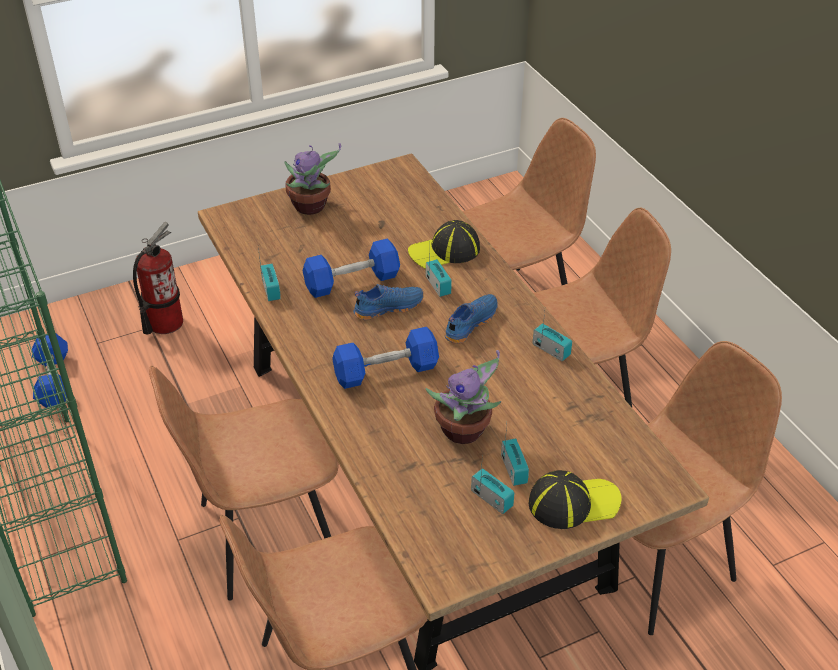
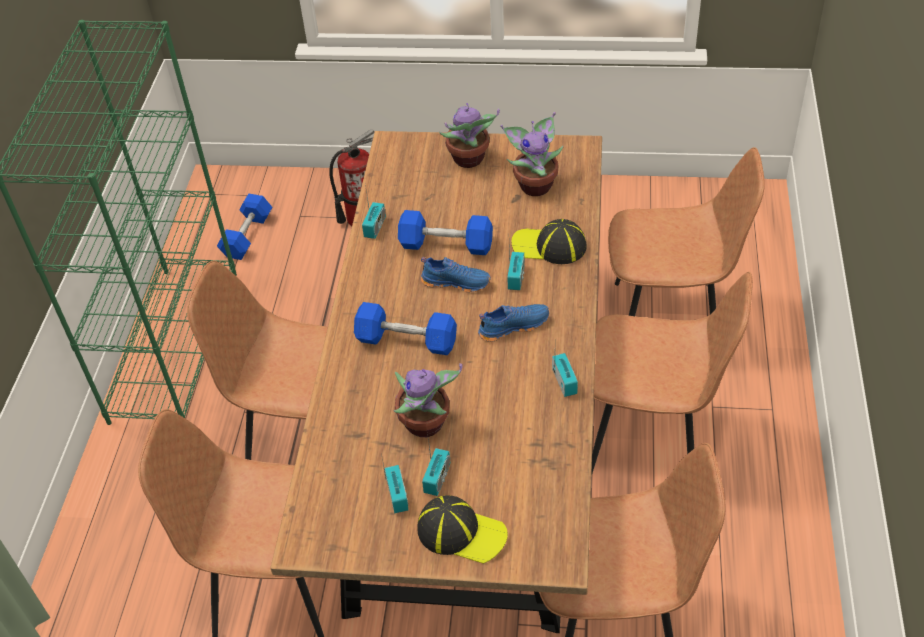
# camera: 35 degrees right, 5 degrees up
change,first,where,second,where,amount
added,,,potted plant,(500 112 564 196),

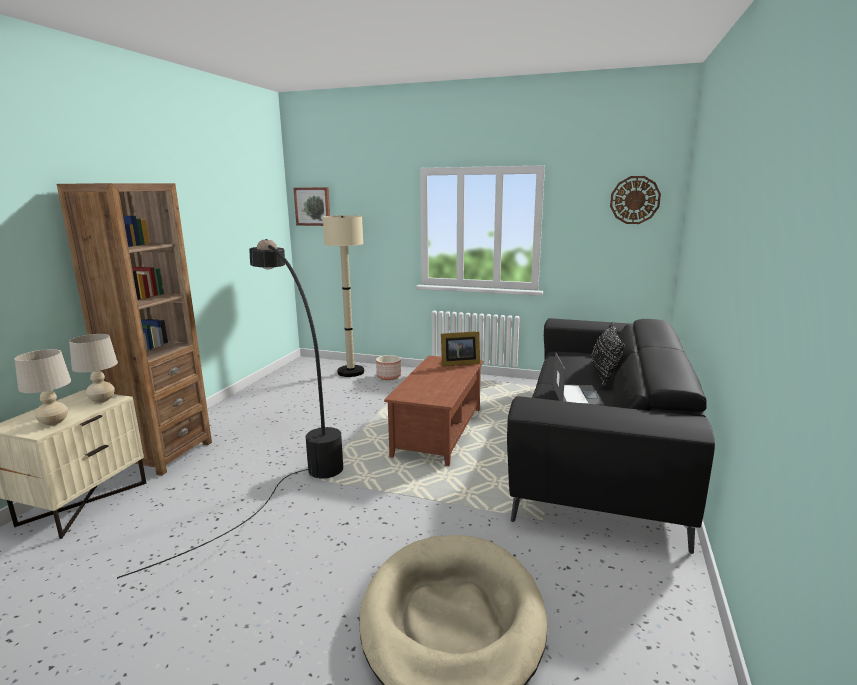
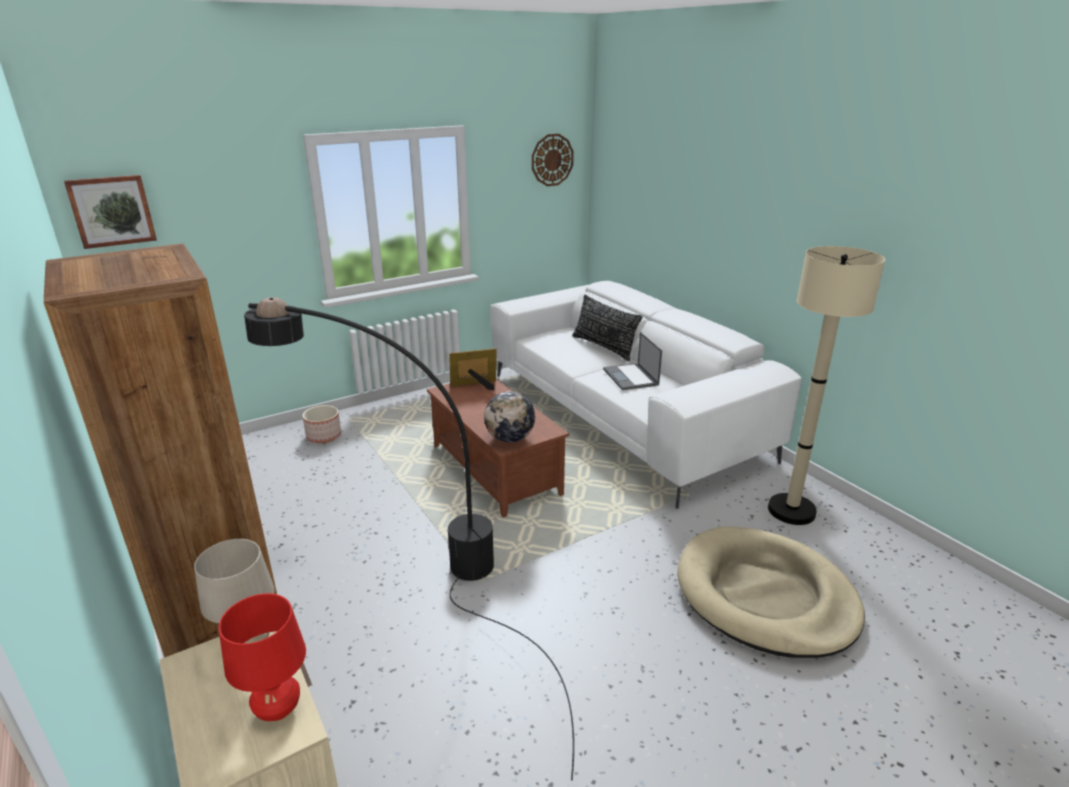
# camera: 50 degrees left, 10 degrees up
change,first,where,second,where,amount
moved,beige floor lamp,(323 215 364 377),,(768 246 885 525),
recoloured,black sofa,(507 318 715 554),white sofa,(490 281 801 509),
turned,picture frame,(441 331 480 366),,(449 348 497 390),135 degrees counterclockwise
recoloured,beige table lamp,(15 349 71 426),red table lamp,(219 593 306 721),
turned,laptop,(553 352 605 406),,(603 332 662 390),150 degrees counterclockwise
added,,,globe,(484 391 535 443),

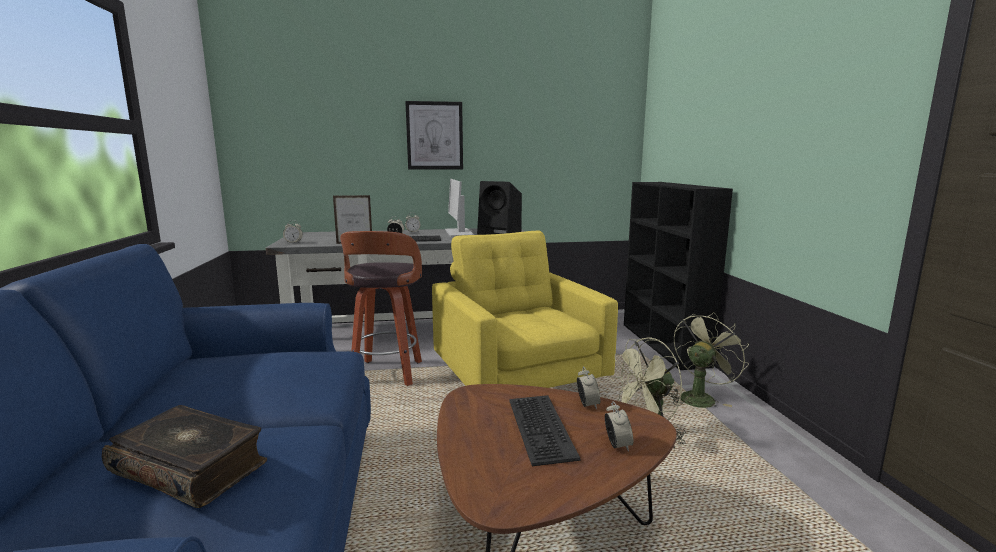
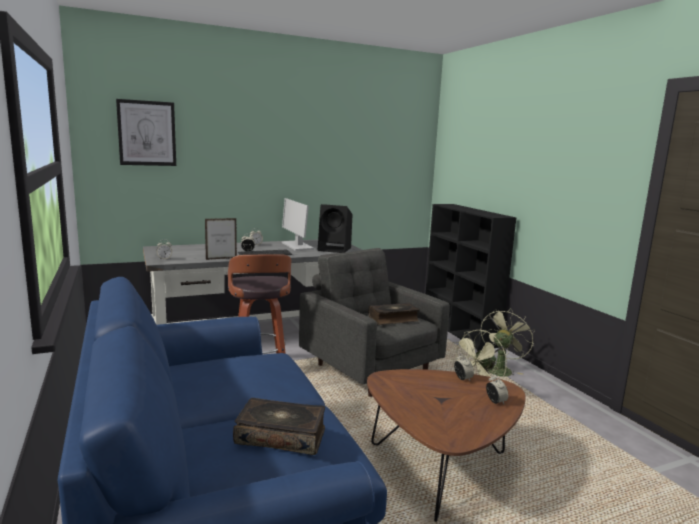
# camera: 15 degrees left, 0 degrees up
change,first,where,second,where,amount
moved,picture,(405 101 463 170),,(116 99 176 166),
recoloured,yellow armchair,(432 230 618 388),grey armchair,(299 248 450 397),
removed,keyboard,(509 395 581 466),,,
added,,,book,(368 303 420 325),

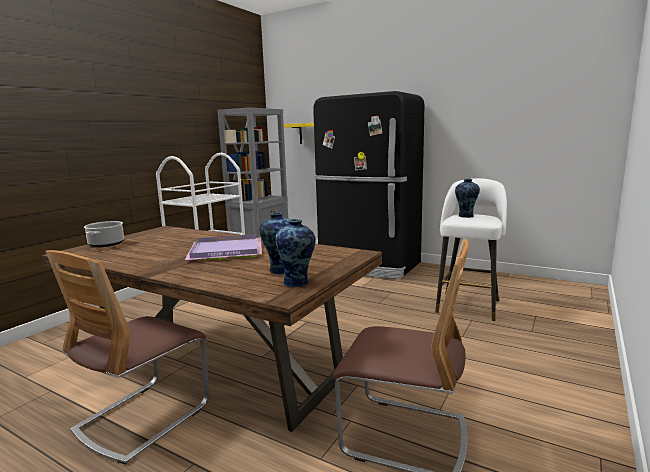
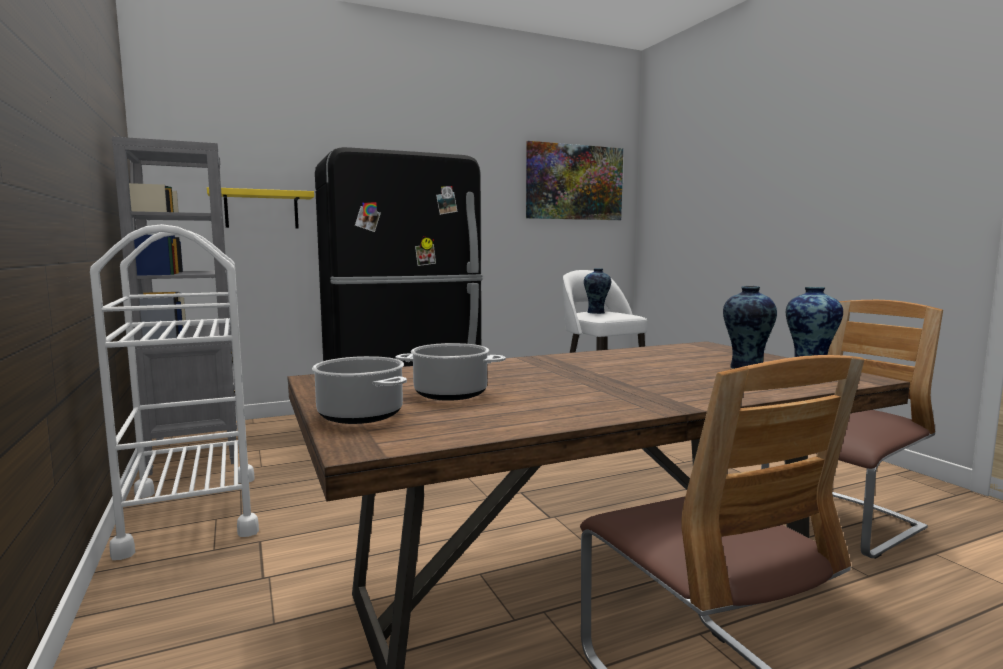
# camera: 55 degrees left, 5 degrees down
change,first,where,second,where,amount
removed,purple tray,(185 234 262 260),,,
added,,,picture,(526 141 623 220),
added,,,cooking pot,(395 343 506 401),

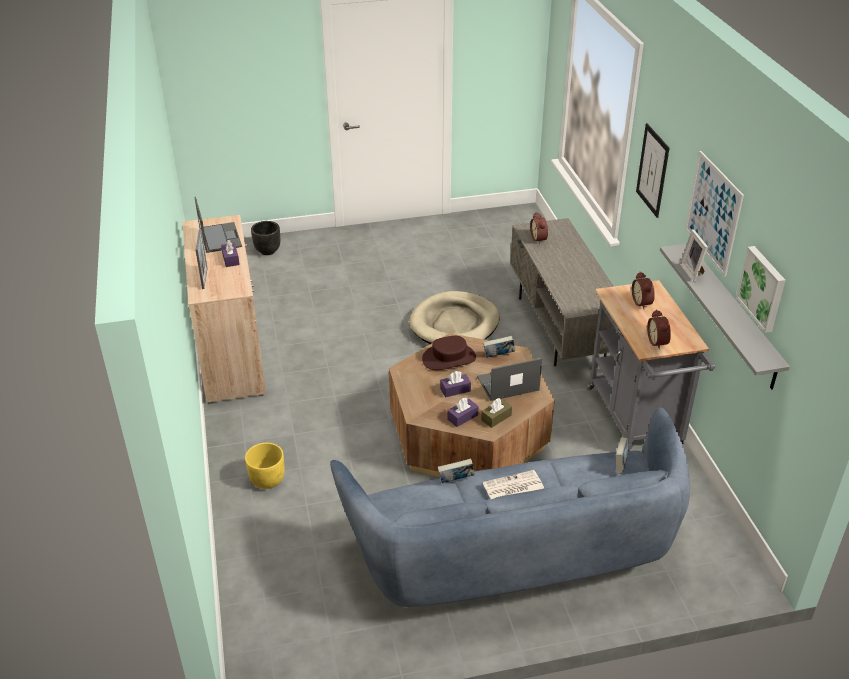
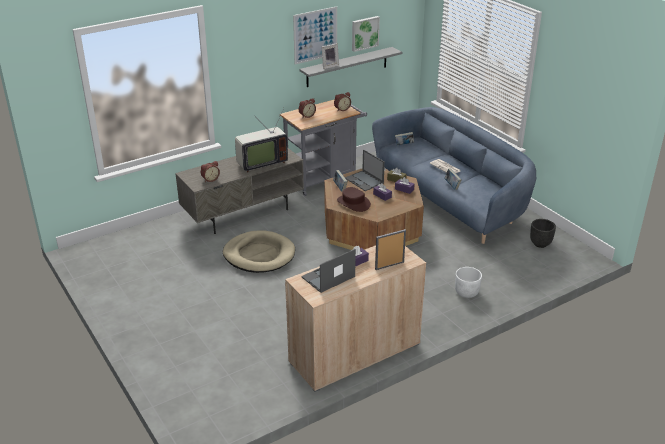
# camera: 110 degrees left, 5 degrees down
change,first,where,second,where,amount
removed,picture,(636 123 669 218),,,
moved,black planter,(251 221 280 255),,(530 219 556 248),
recoloured,yellow planter,(245 443 284 489),white planter,(455 267 482 298),
added,,,television,(235 108 288 173),

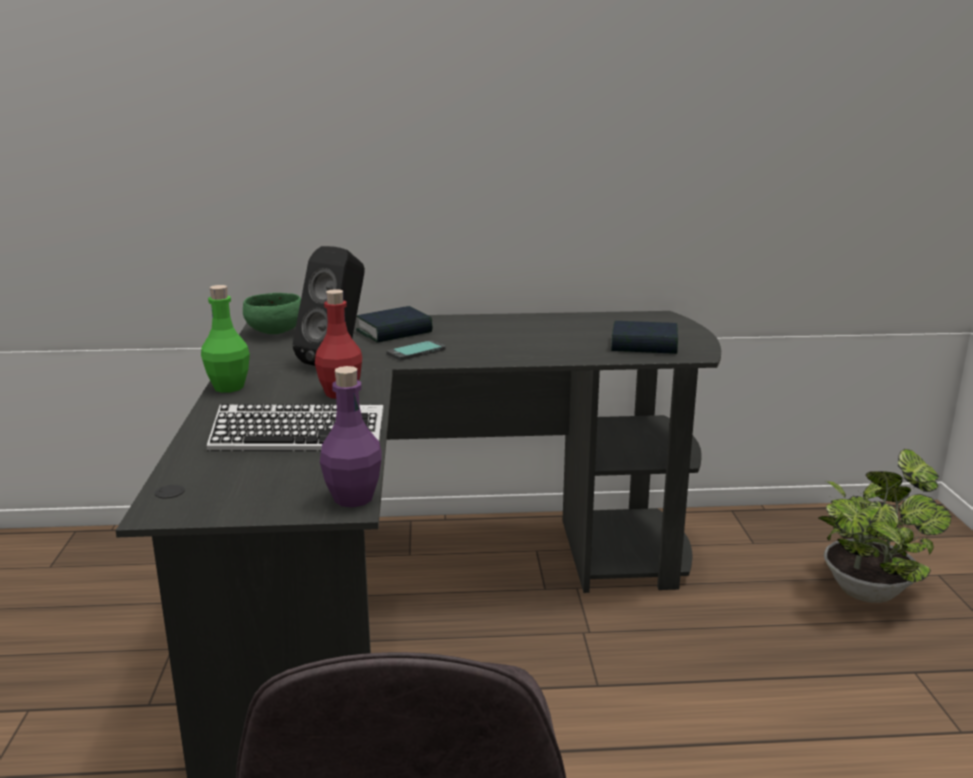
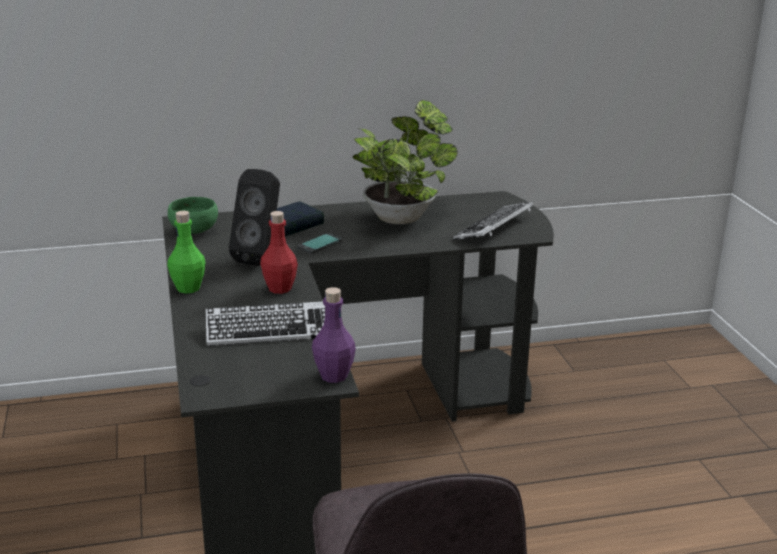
# camera: 10 degrees left, 5 degrees up
change,first,where,second,where,amount
replaced,book,(611 321 678 354),keyboard,(453 202 533 240),
moved,potted plant,(818 449 951 603),,(353 100 458 224),

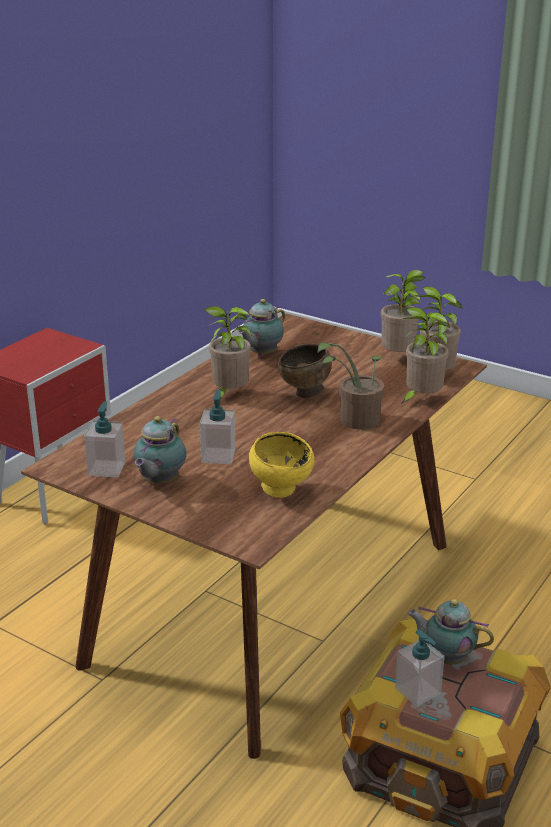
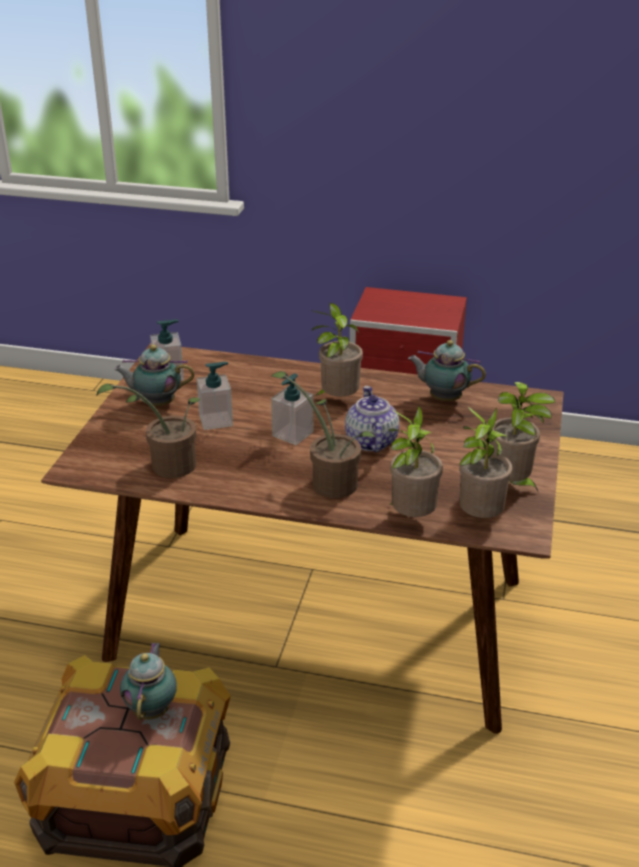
# camera: 70 degrees right, 5 degrees up
change,first,where,second,where,amount
replaced,brown bowl,(278 343 332 398),teapot,(345 386 399 452),
replaced,yellow bowl,(249 432 315 498),potted plant,(96 384 201 478),
moved,soap dispenser,(395 630 445 707),,(271 374 313 445),

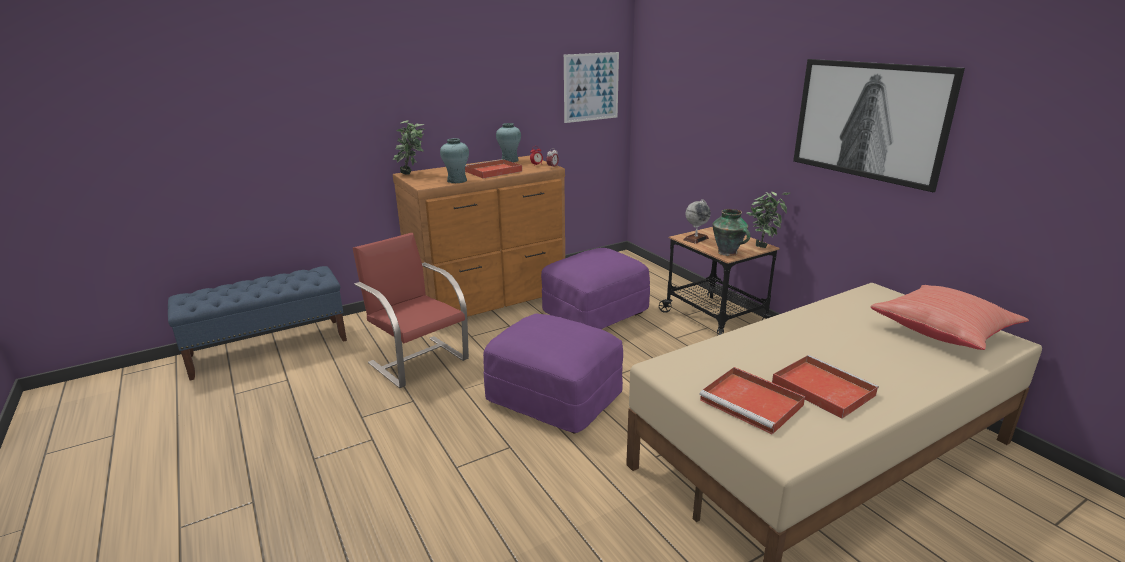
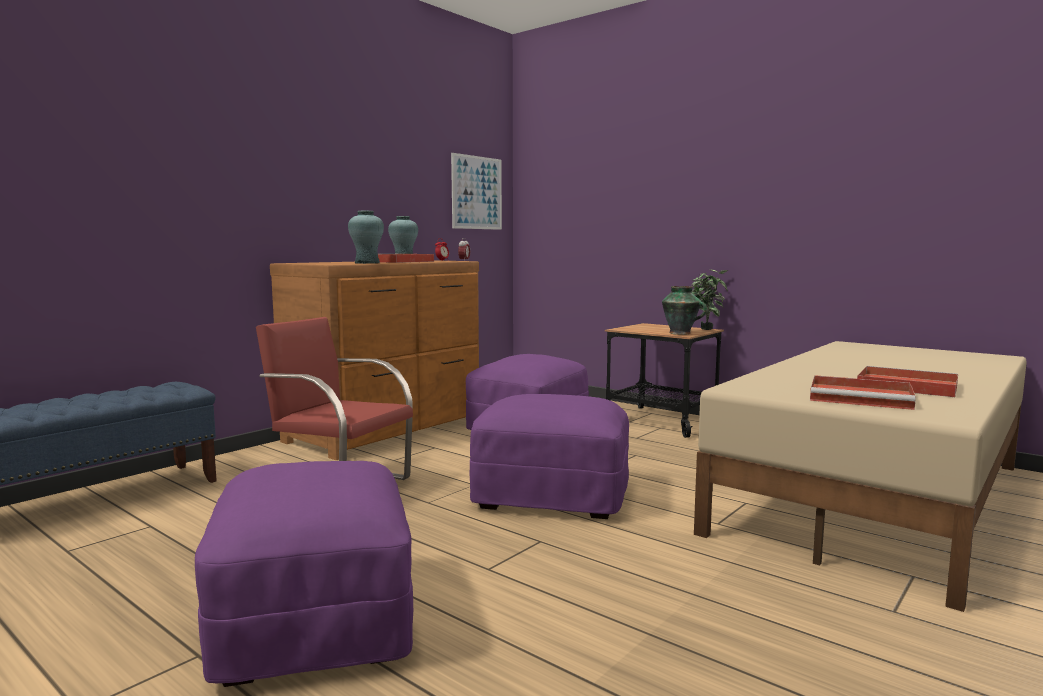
# camera: 20 degrees left, 15 degrees down
change,first,where,second,where,amount
removed,picture,(793 59 965 192),,,
removed,potted plant,(393 120 425 175),,,
removed,globe,(683 199 711 244),,,
removed,red pillow,(871 285 1029 350),,,
added,,,purple ottoman,(195 461 413 687),

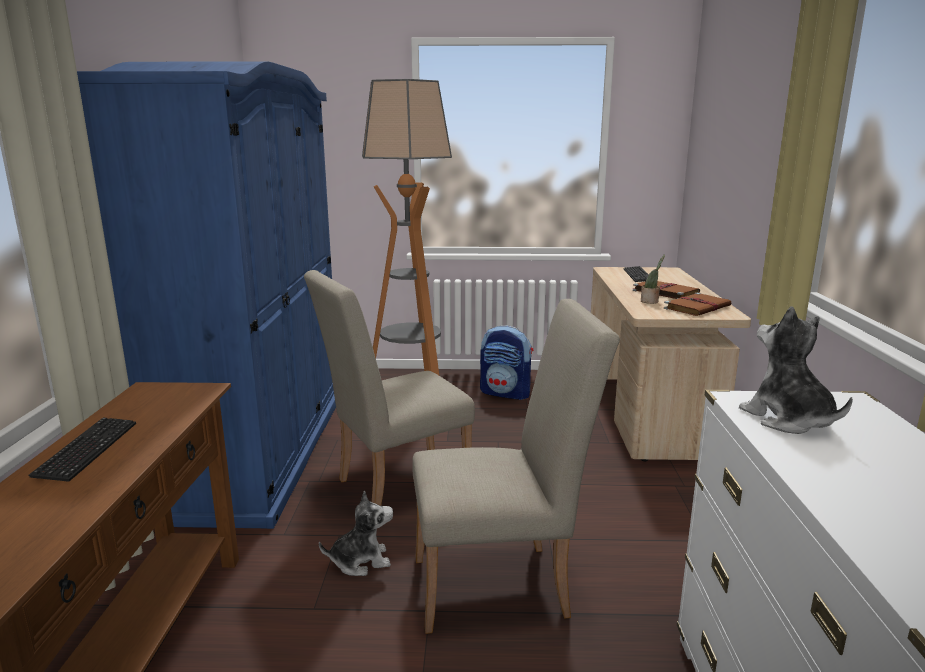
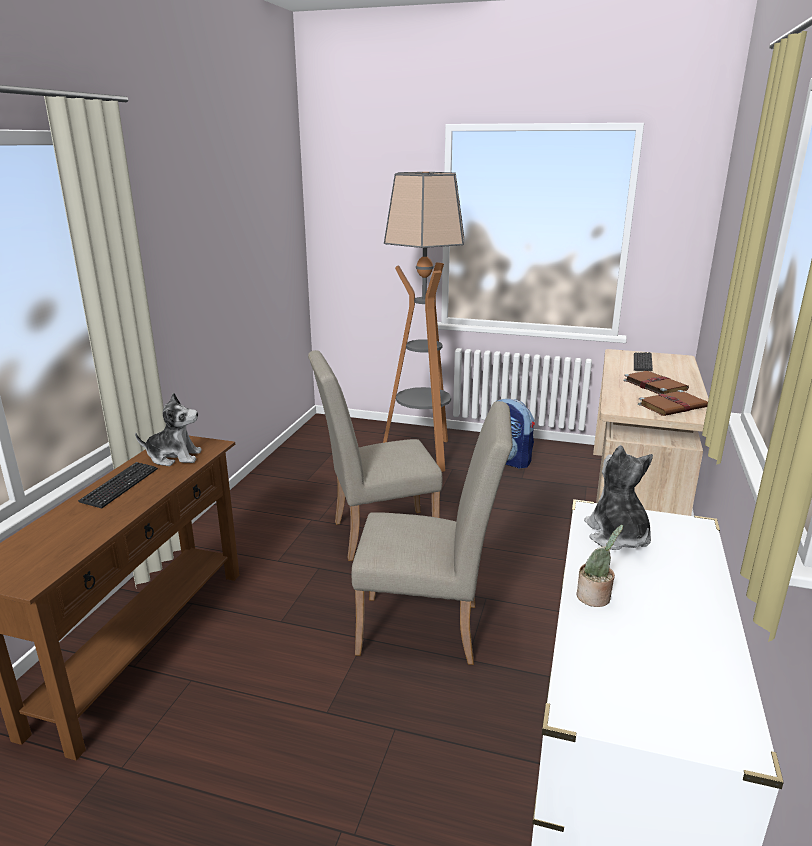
# camera: 15 degrees right, 5 degrees up
change,first,where,second,where,amount
removed,blue wardrobe,(77 61 336 529),,,
moved,potted plant,(641 255 665 304),,(577 525 623 607),
moved,plush toy,(319 491 393 576),,(135 392 202 466),

